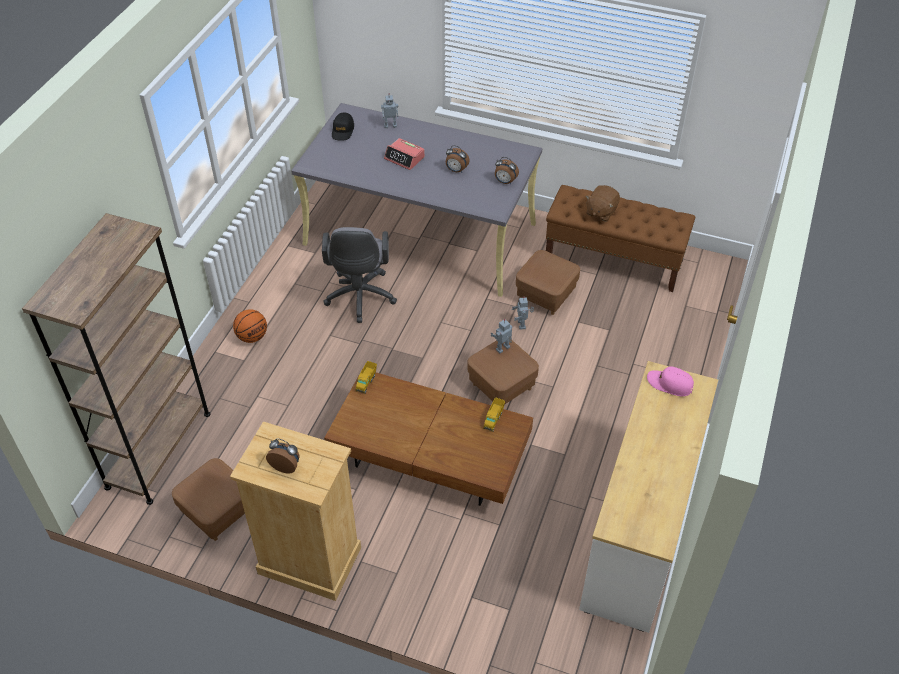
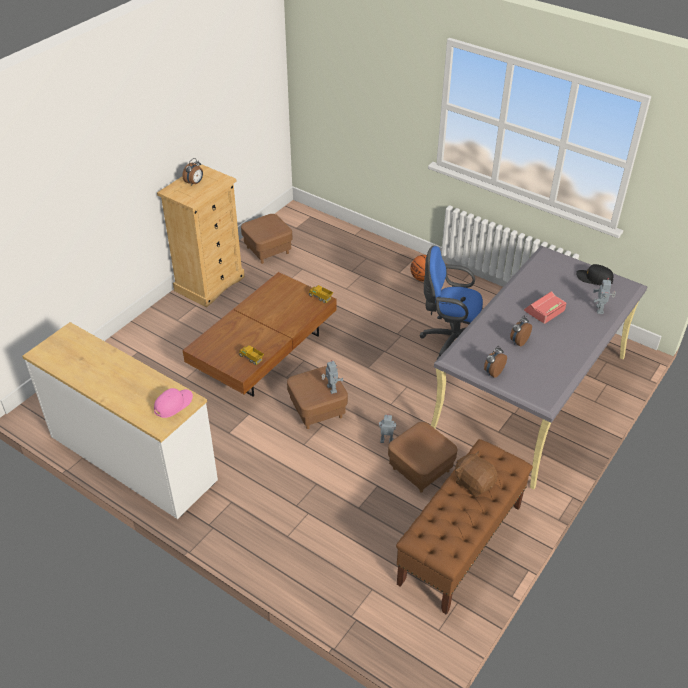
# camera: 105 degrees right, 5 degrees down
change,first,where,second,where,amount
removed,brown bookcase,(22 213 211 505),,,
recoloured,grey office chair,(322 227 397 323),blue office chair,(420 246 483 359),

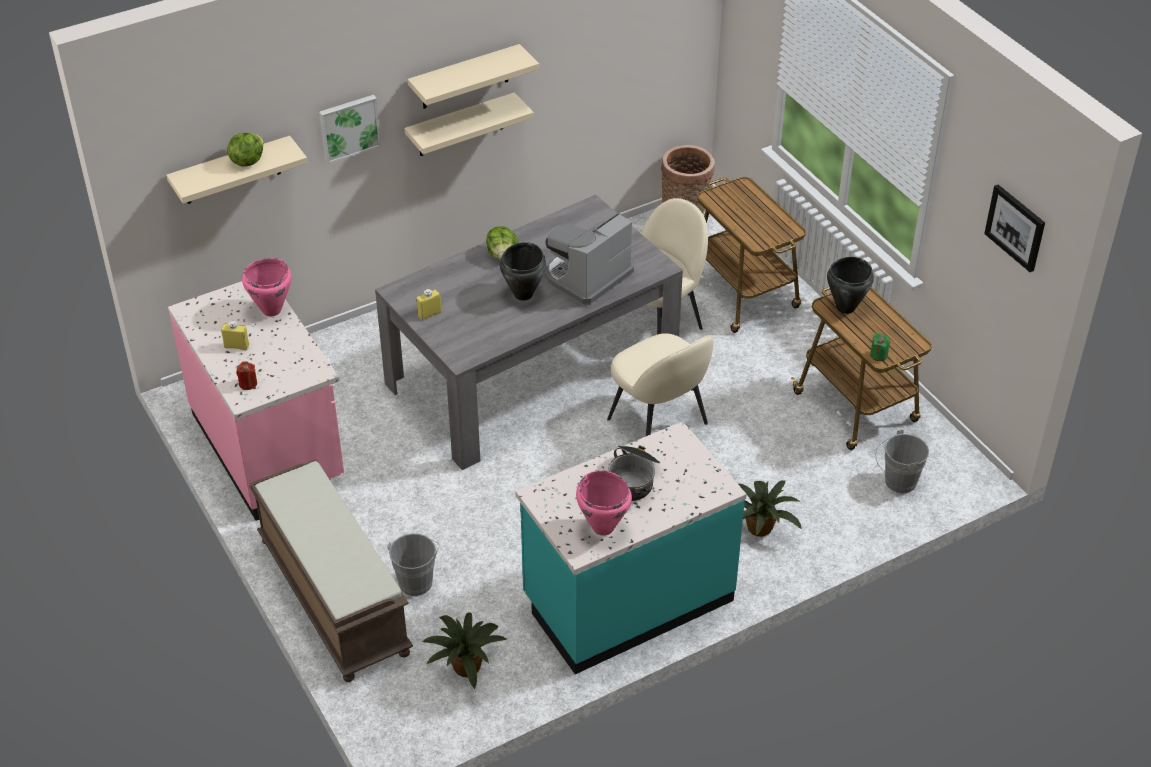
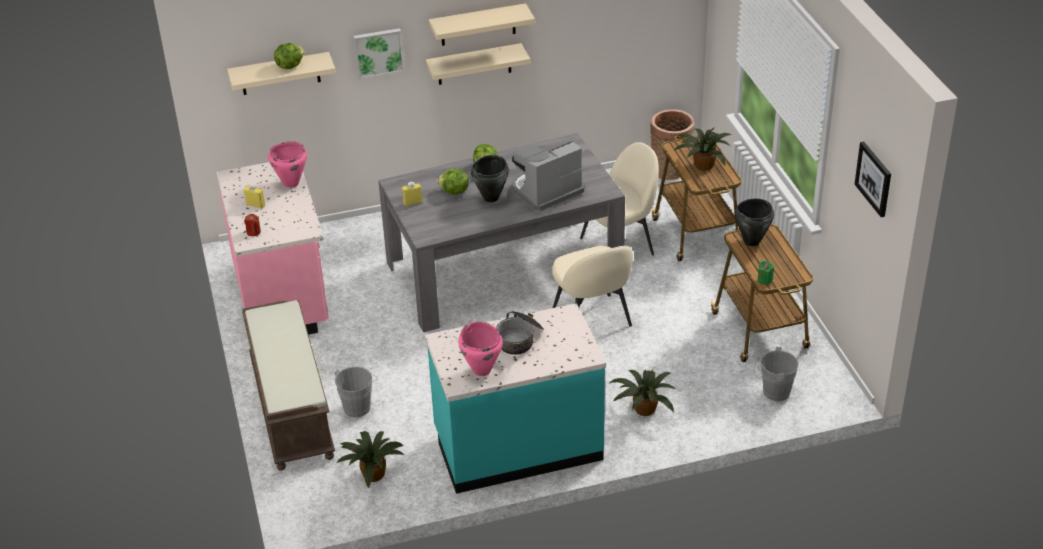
# camera: 15 degrees right, 5 degrees down
change,first,where,second,where,amount
added,,,potted plant,(674 127 731 171),
added,,,lettuce,(437 169 469 195),

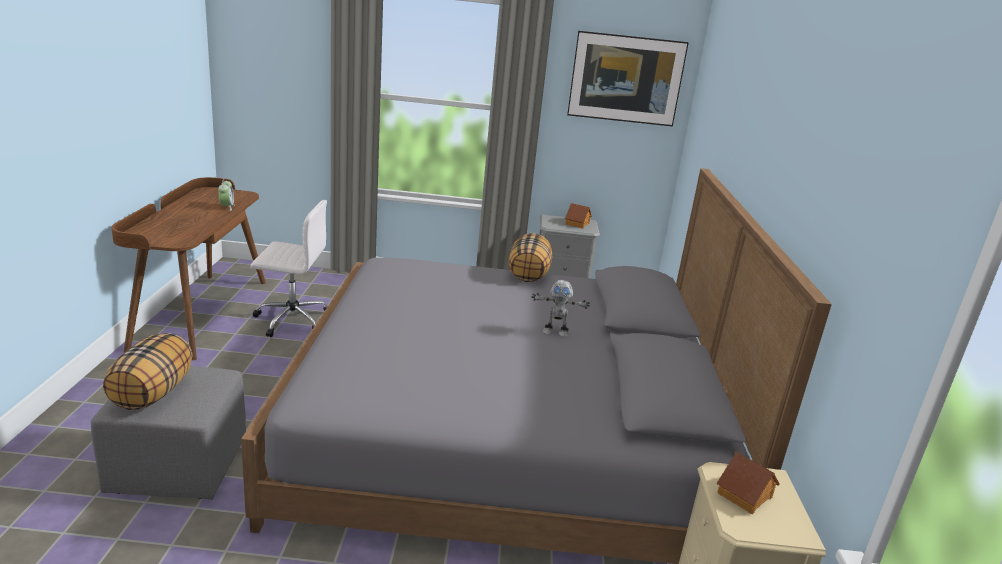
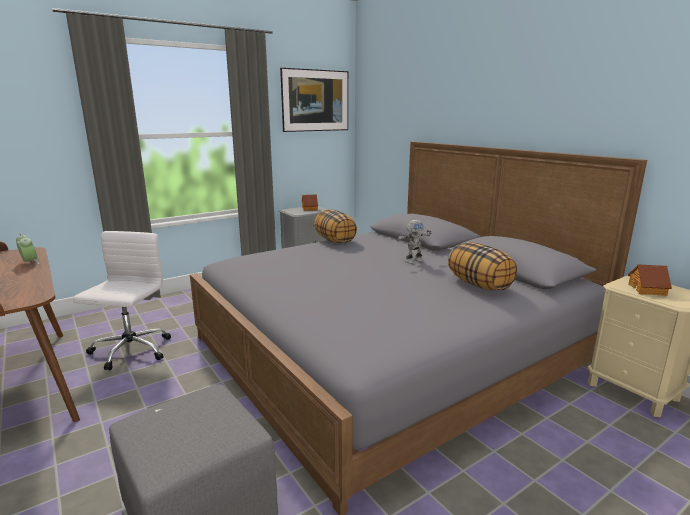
# camera: 35 degrees left, 5 degrees down
change,first,where,second,where,amount
turned,white office chair,(251 200 328 337),,(73 231 171 370),45 degrees counterclockwise
moved,pillow,(103 333 193 410),,(448 242 517 291),

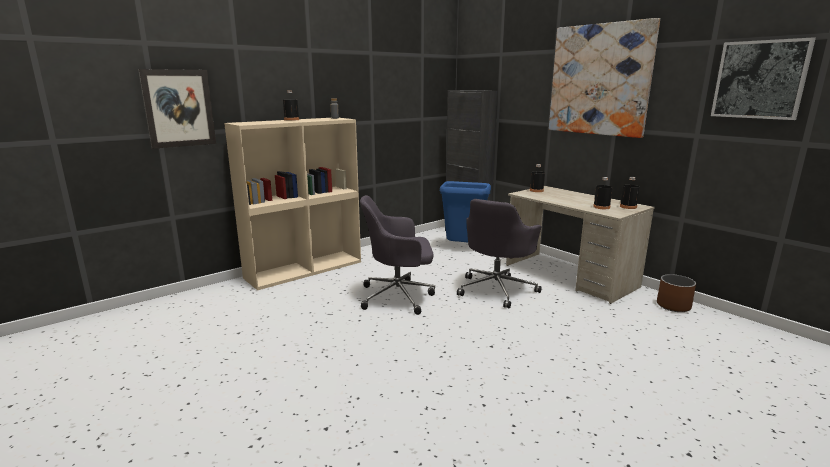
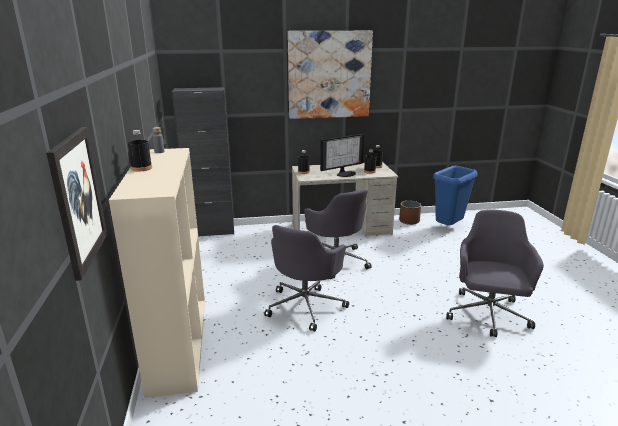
# camera: 60 degrees left, 5 degrees up
change,first,where,second,where,amount
removed,picture,(711 37 816 120),,,
moved,blue trash can,(440 181 491 242),,(433 166 478 225),
added,,,monitor,(320 134 364 177),
added,,,grey office chair,(446 209 544 337),

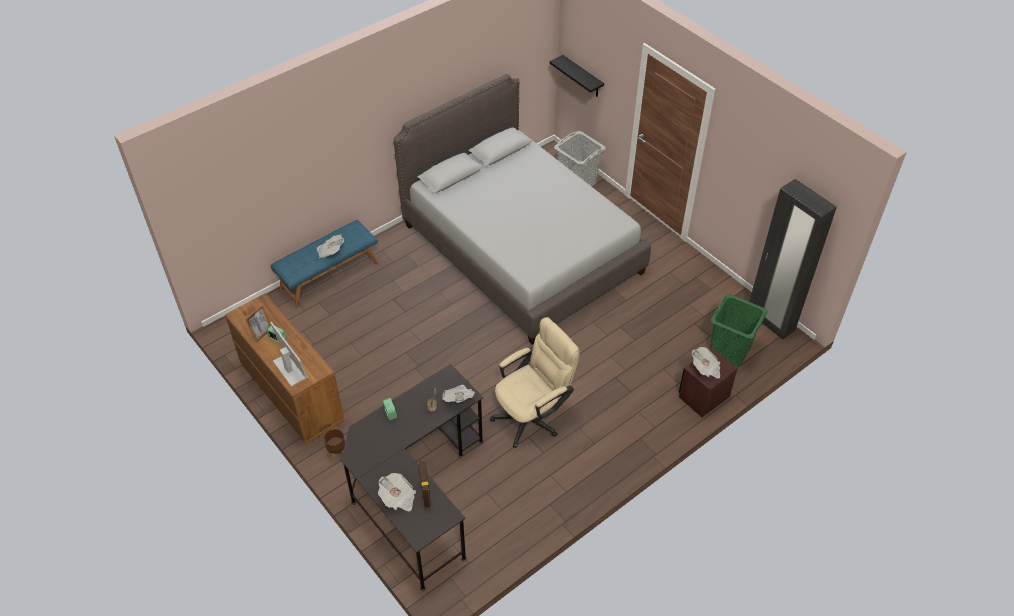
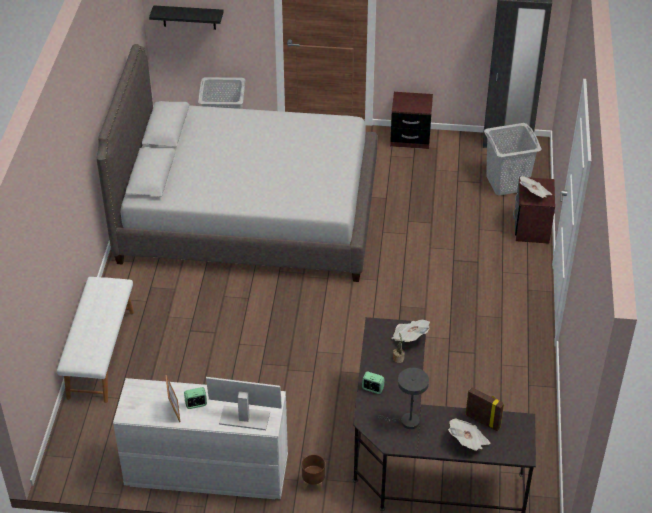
# camera: 45 degrees left, 5 degrees down
change,first,where,second,where,amount
recoloured,blue bench,(271 220 378 308),white bench,(57 277 134 403),
removed,newspaper,(317 234 344 258),,,
recoloured,brown dresser,(225 293 345 445),white dresser,(113 378 288 499),
recoloured,green laundry basket,(710 294 768 367),grey laundry basket,(484 123 542 196),
removed,beige office chair,(490 317 580 448),,,
added,,,brown nightstand,(390 92 433 149),
added,,,grey table lamp,(377 368 429 429),

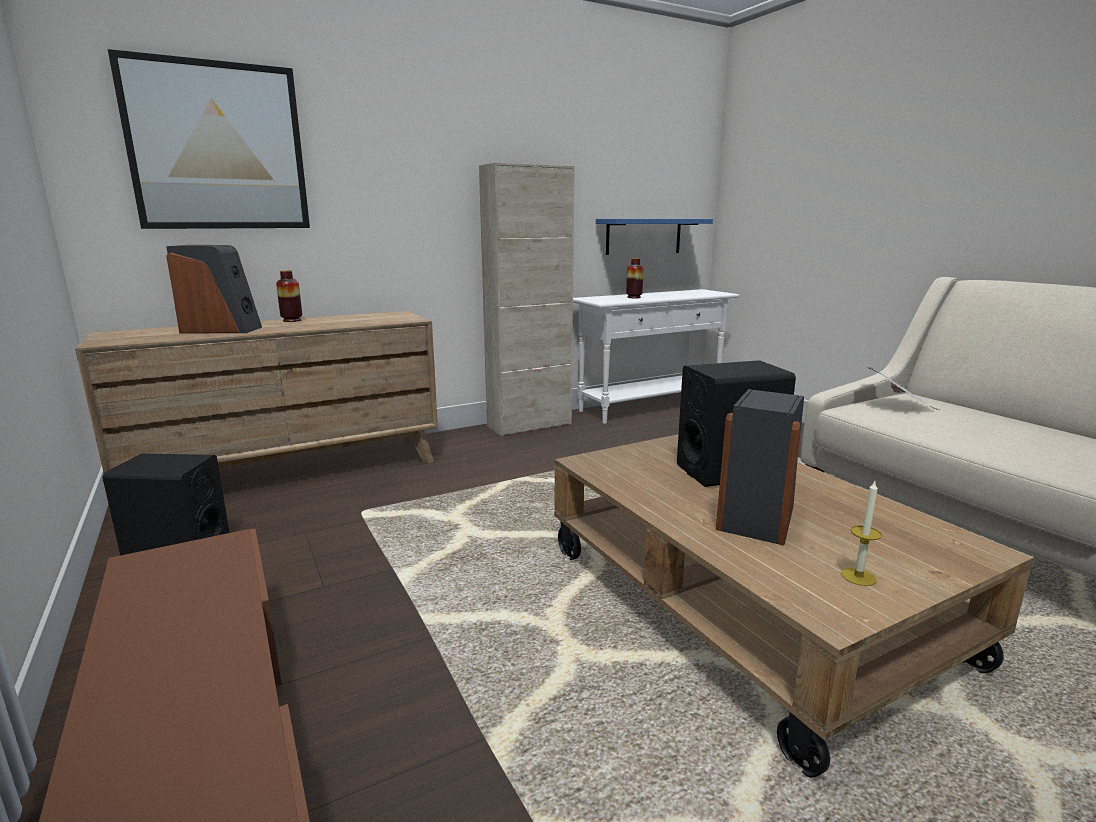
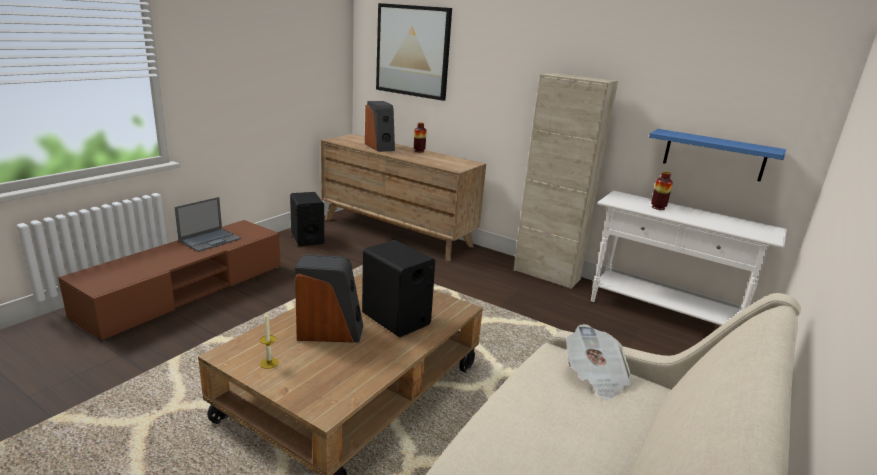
# camera: 60 degrees right, 5 degrees up
change,first,where,second,where,amount
added,,,laptop,(175 197 241 252),

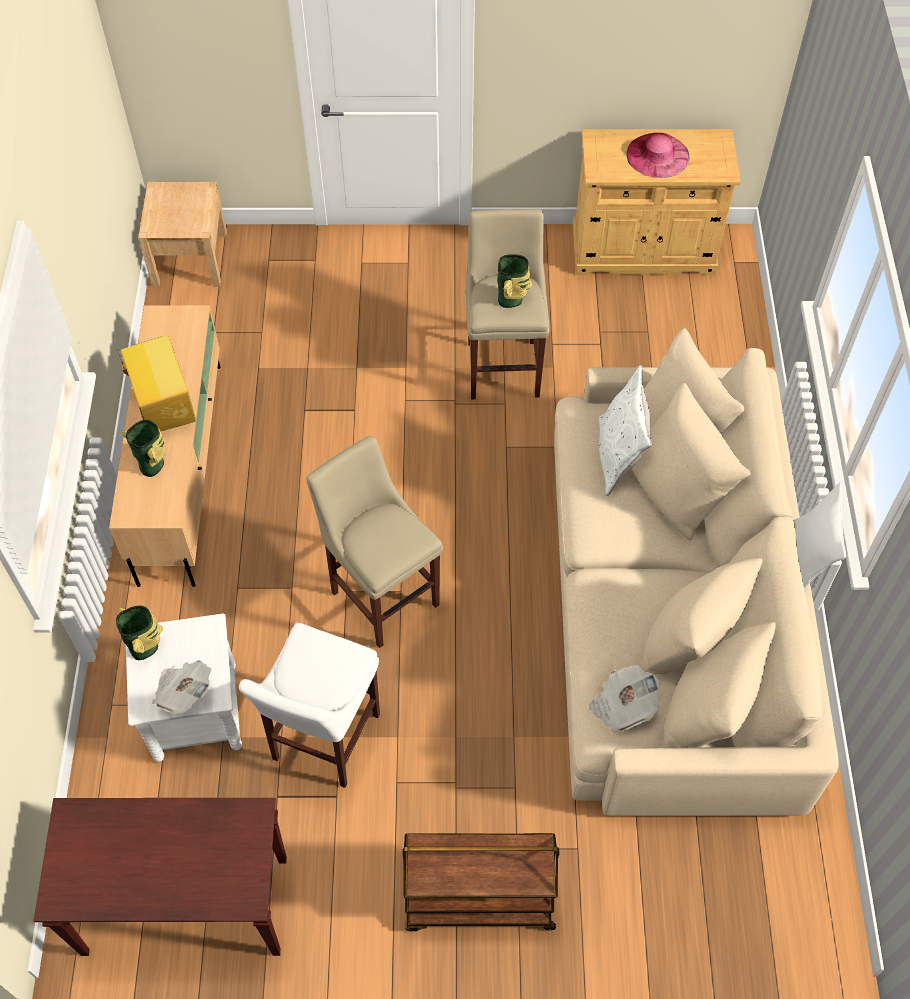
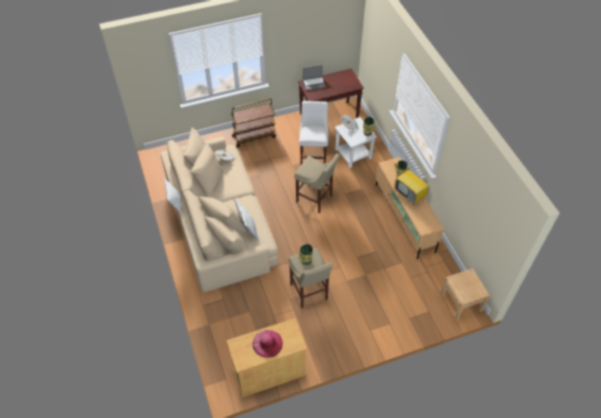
# camera: 160 degrees right, 5 degrees down
change,first,where,second,where,amount
added,,,laptop,(303 65 326 90),

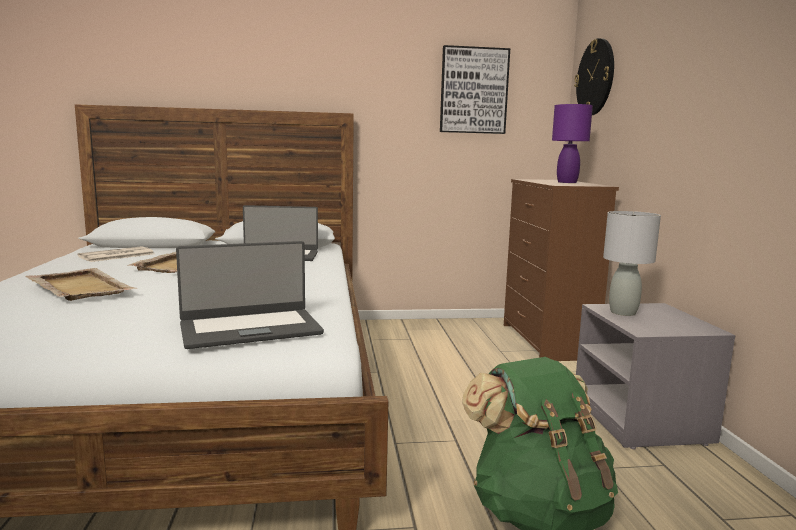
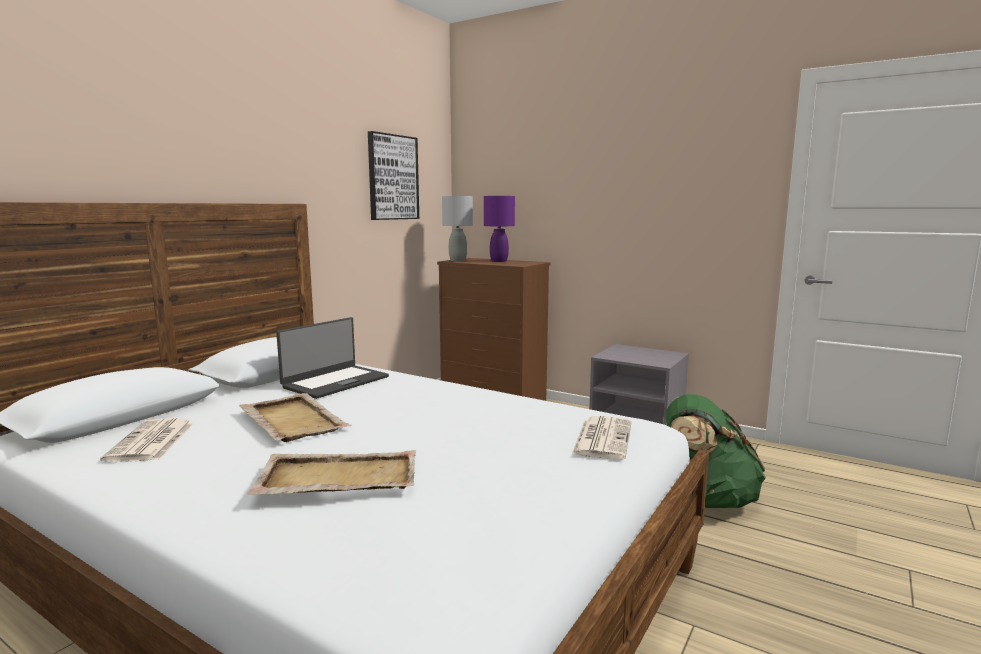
# camera: 50 degrees left, 0 degrees up
change,first,where,second,where,amount
removed,wall clock,(574 38 614 115),,,
moved,grey table lamp,(603 211 661 316),,(442 196 473 261),
replaced,laptop,(176 241 324 349),newspaper,(571 416 632 460),

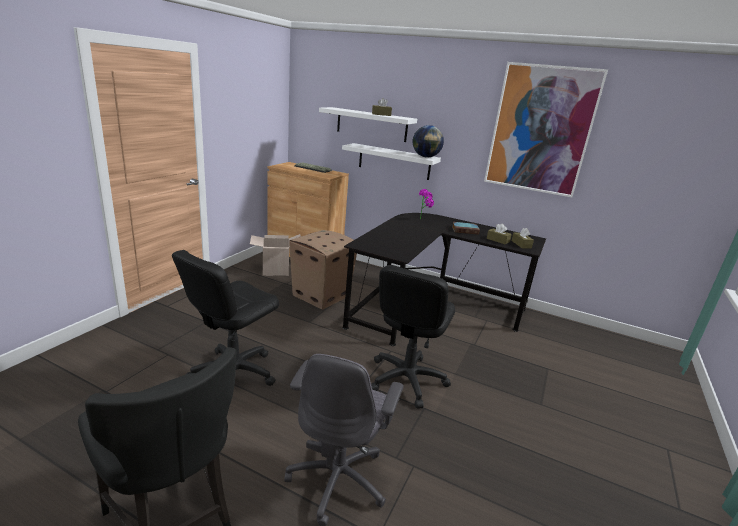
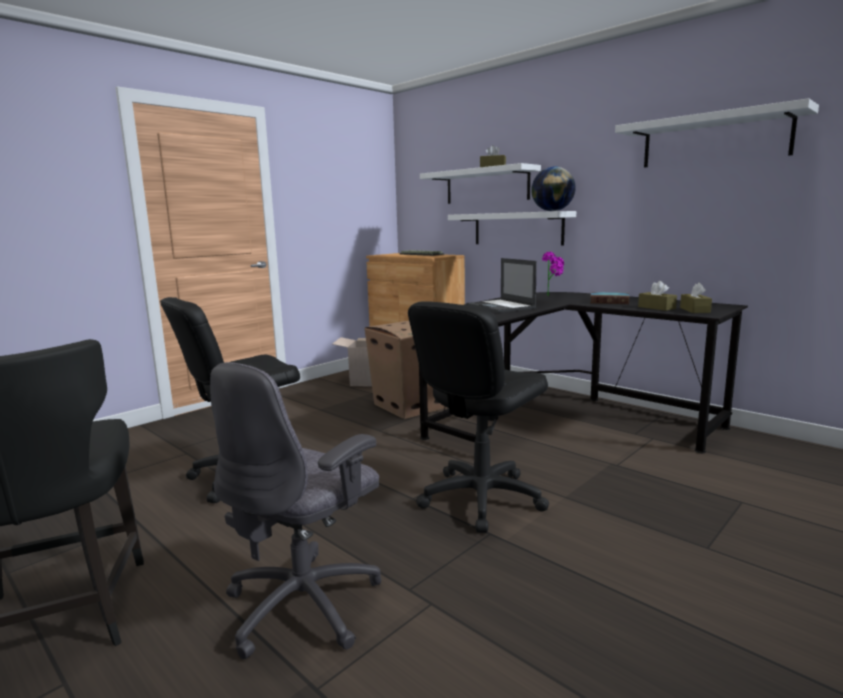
# camera: 20 degrees right, 10 degrees down
change,first,where,second,where,amount
replaced,picture,(484 62 608 197),white shelf,(615 98 819 168),
added,,,laptop,(466 258 537 313),

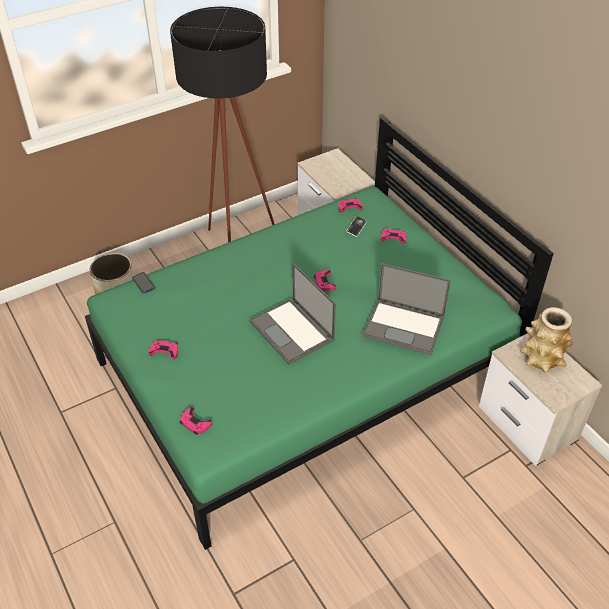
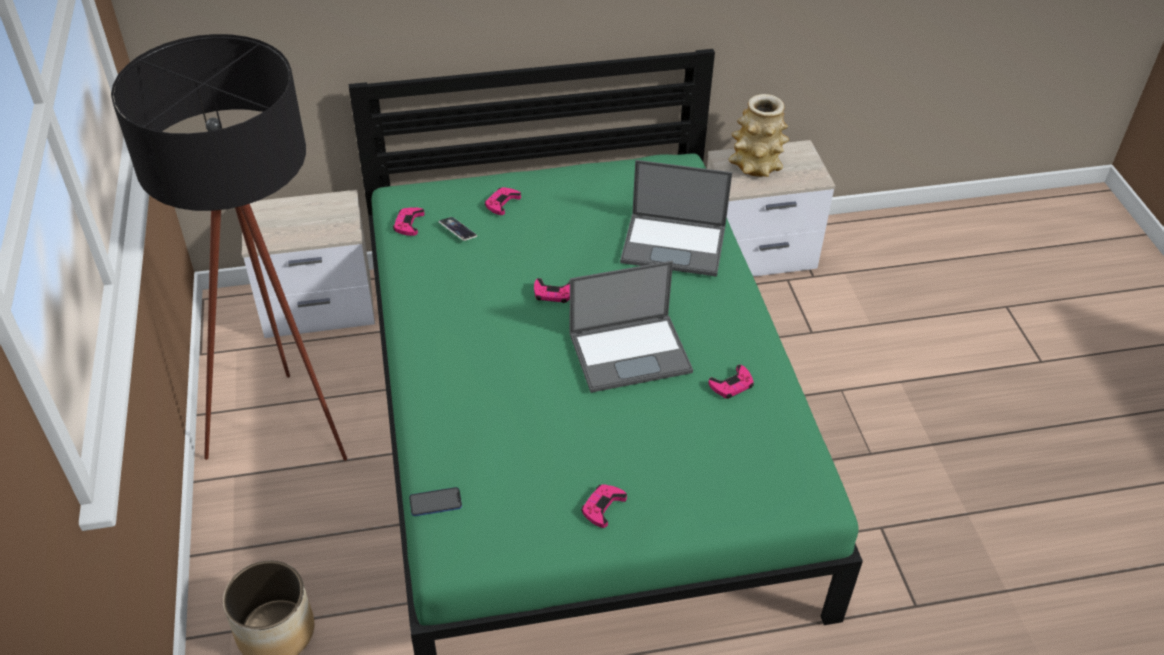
# camera: 70 degrees left, 0 degrees up
change,first,where,second,where,amount
turned,laptop,(362 263 451 355),,(620 160 732 277),60 degrees clockwise
moved,pink game controller,(180 407 212 435),,(708 365 754 399),

